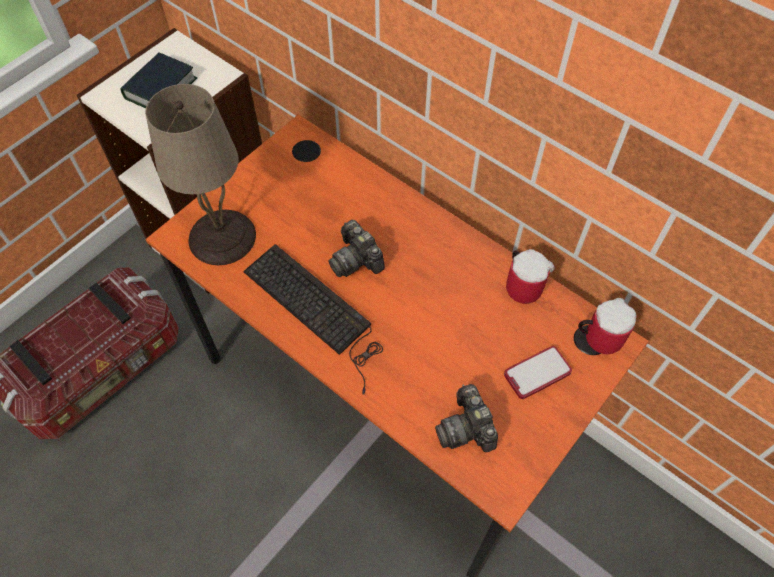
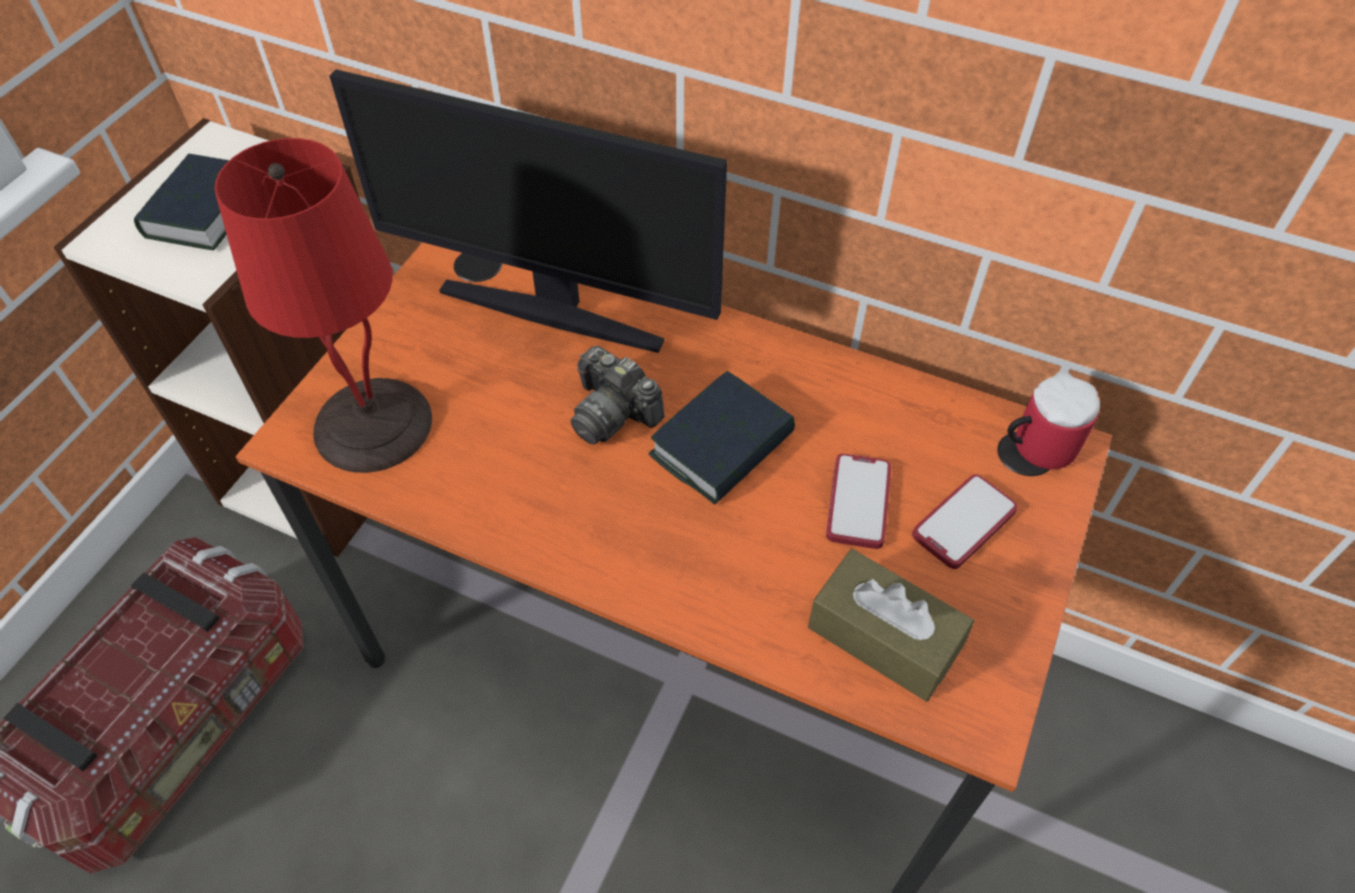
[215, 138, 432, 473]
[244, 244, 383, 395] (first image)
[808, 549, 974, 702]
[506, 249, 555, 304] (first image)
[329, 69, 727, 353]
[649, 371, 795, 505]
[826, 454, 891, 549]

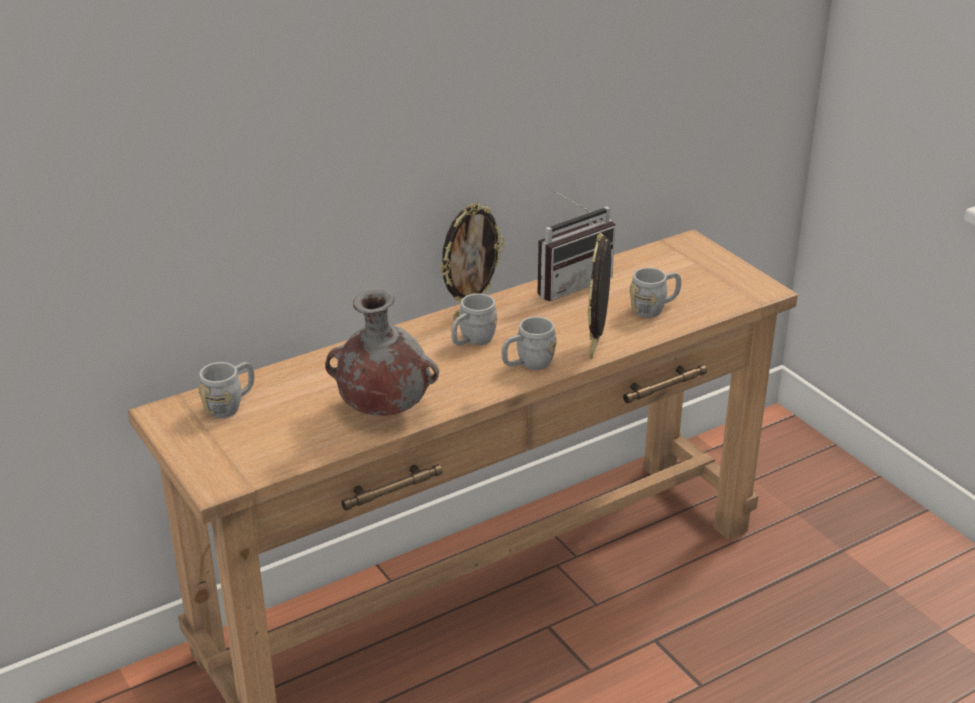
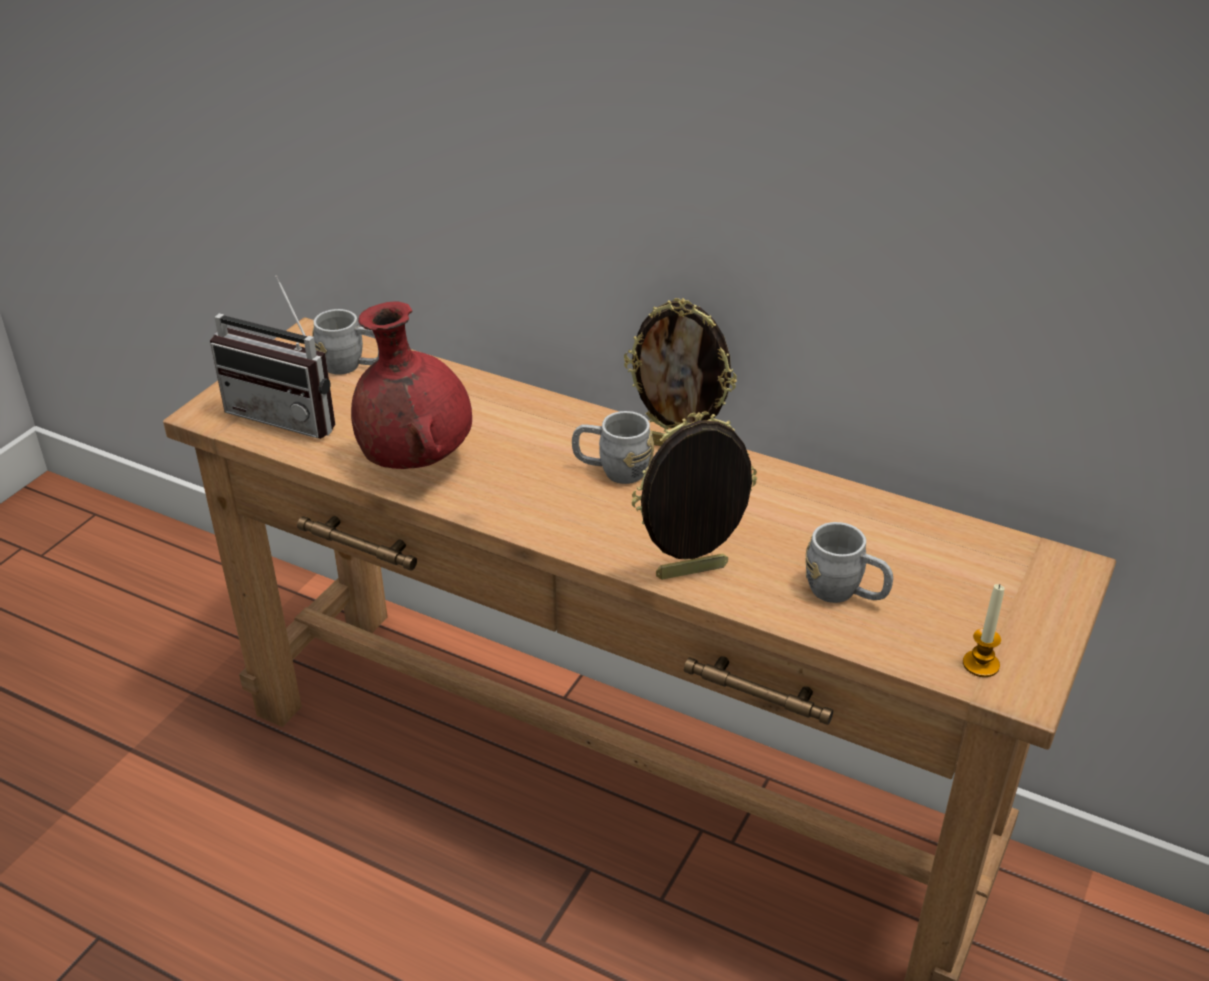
[351, 301, 472, 469]
[502, 317, 557, 370] (first image)
[210, 275, 335, 439]
[963, 584, 1004, 677]

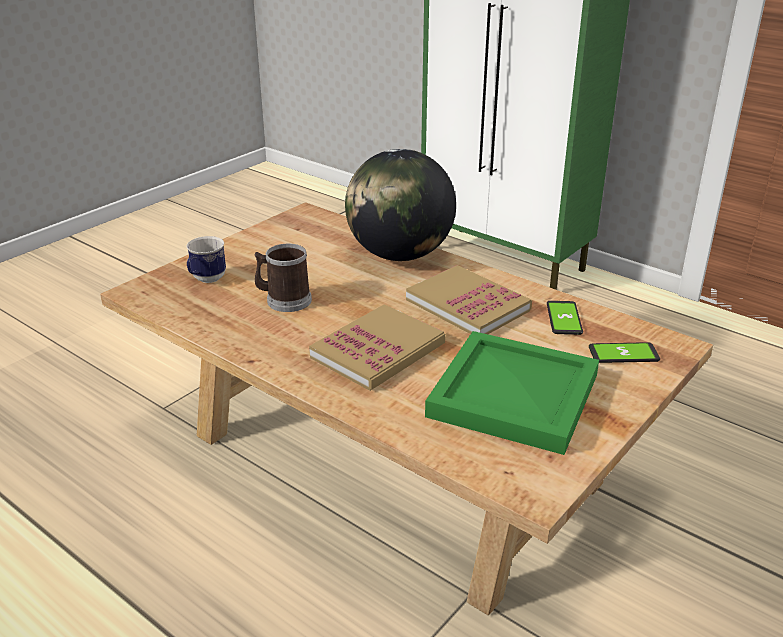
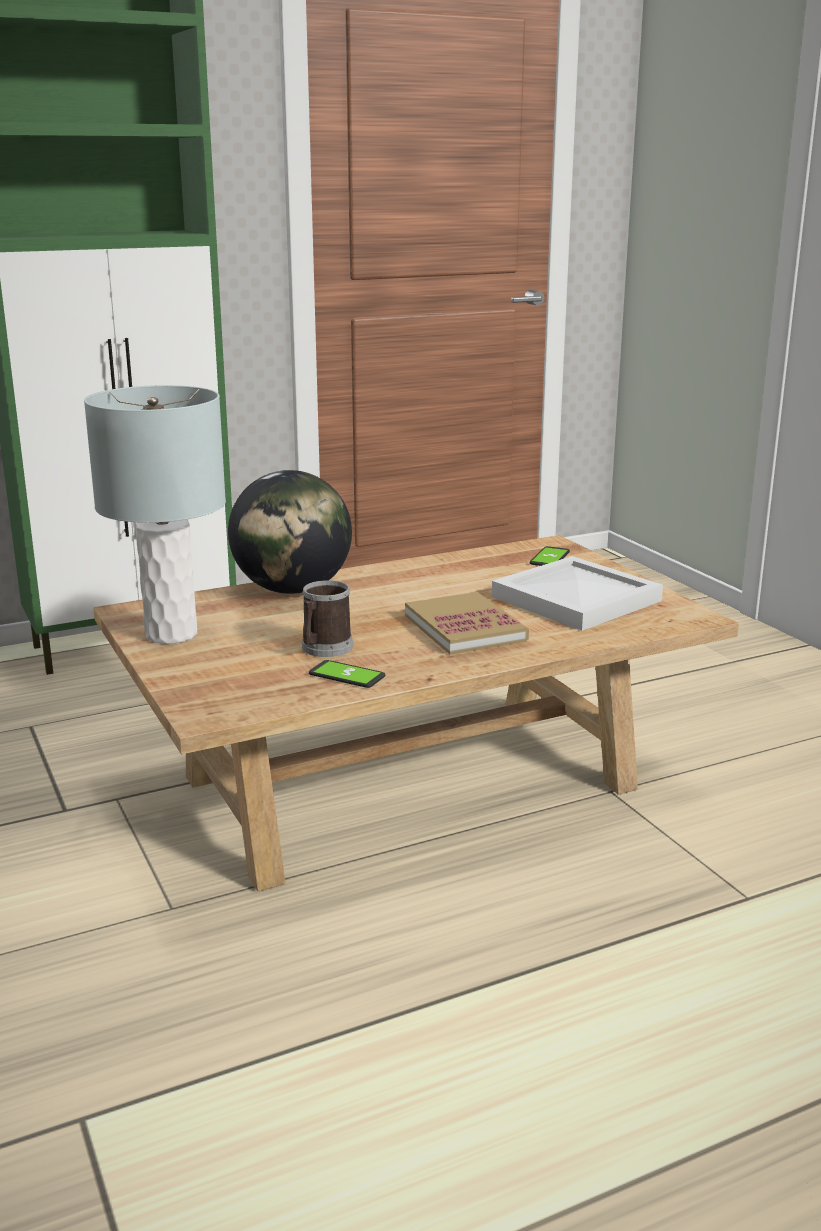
[186, 236, 226, 283] (first image)
[406, 265, 532, 334] (first image)
[492, 556, 663, 631]
[309, 660, 385, 688]
[84, 385, 226, 644]

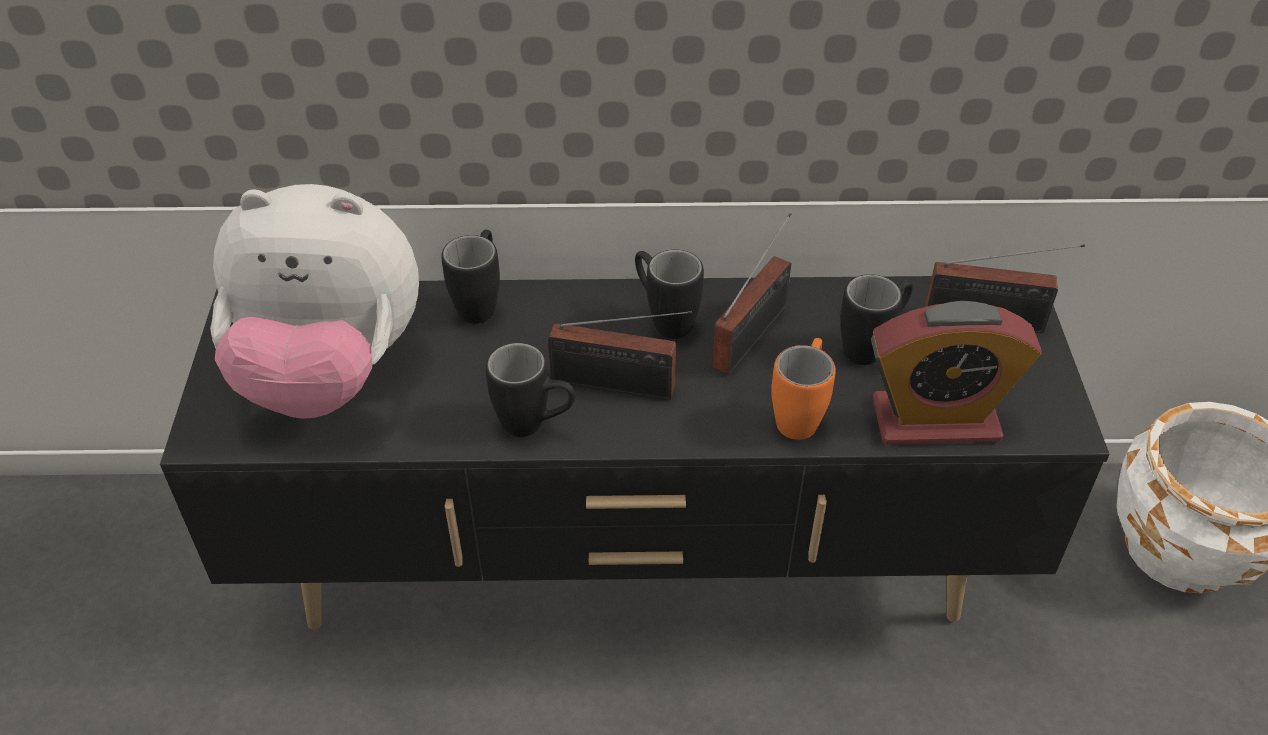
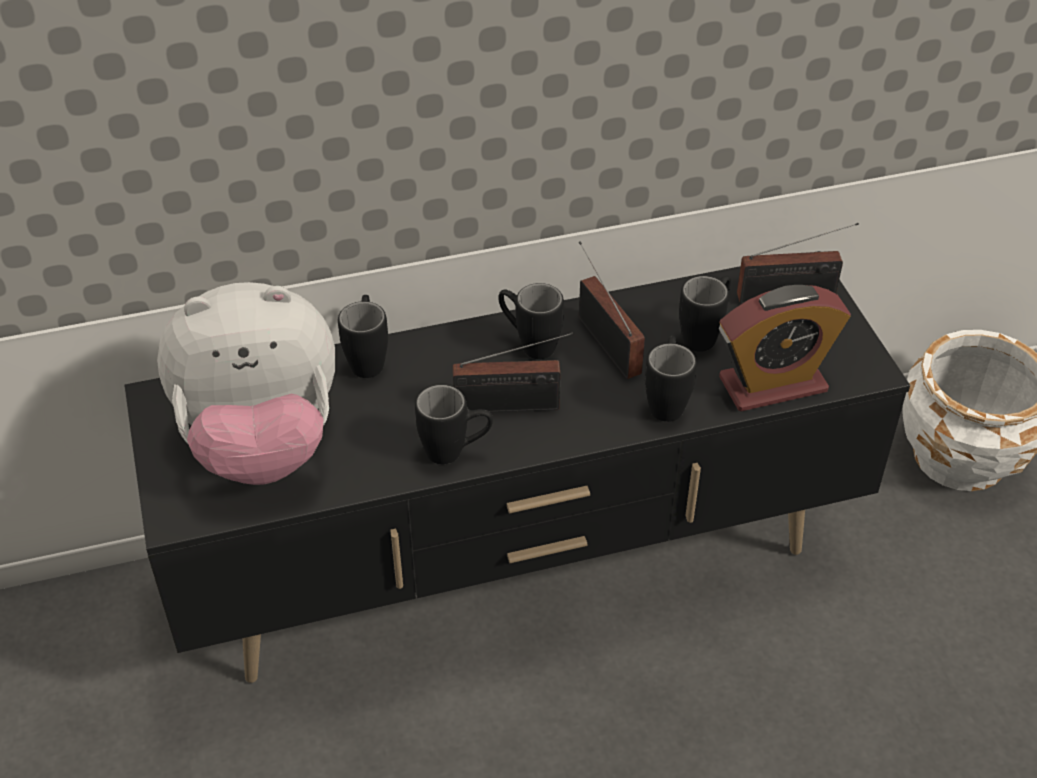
[579, 242, 645, 379]
[645, 336, 697, 422]

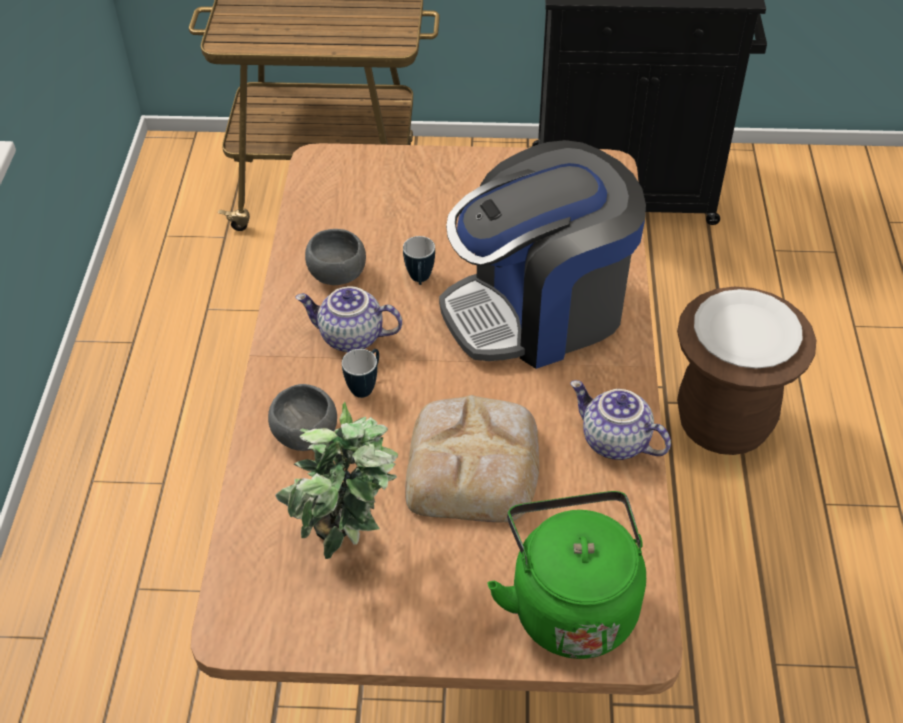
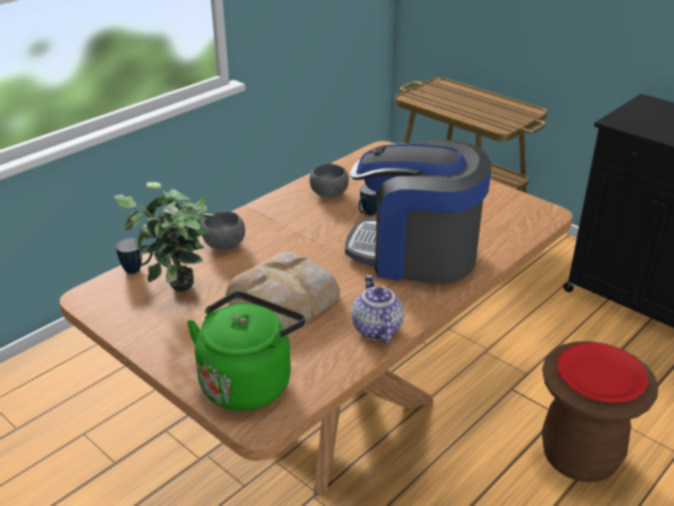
[295, 286, 402, 352] (first image)
[116, 238, 152, 274]
[558, 343, 648, 403]

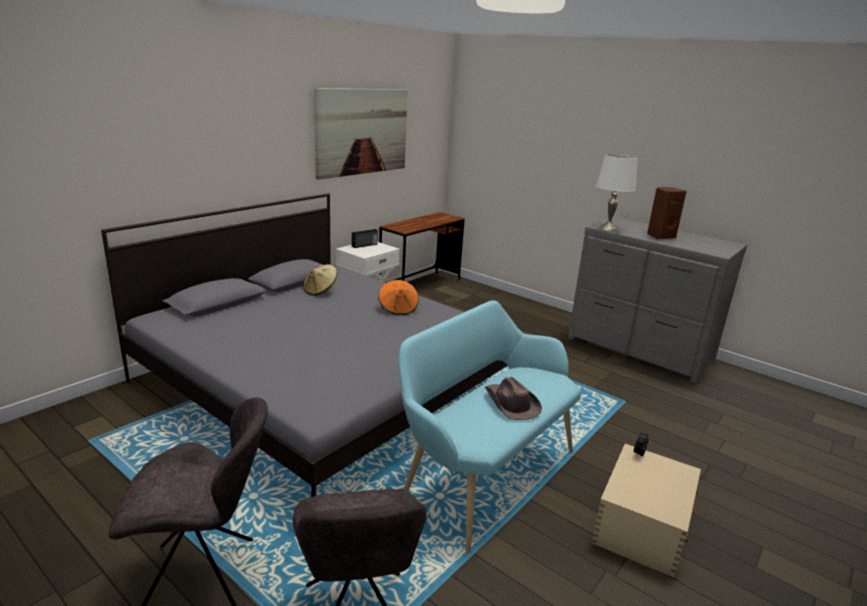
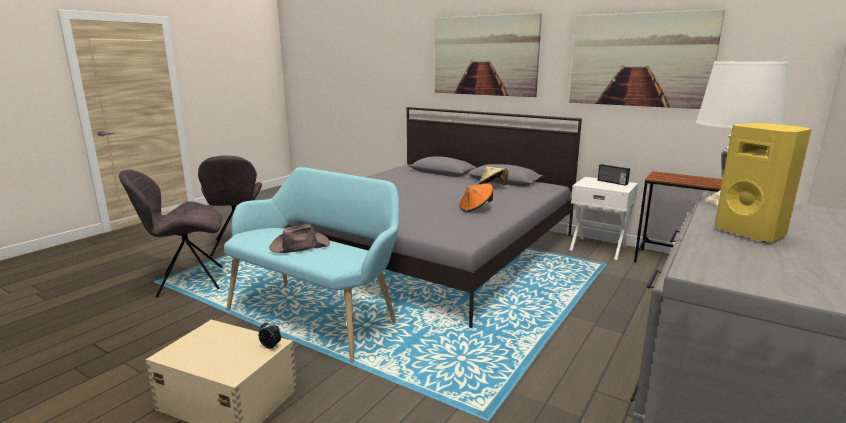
[715, 123, 812, 242]
[435, 13, 542, 97]

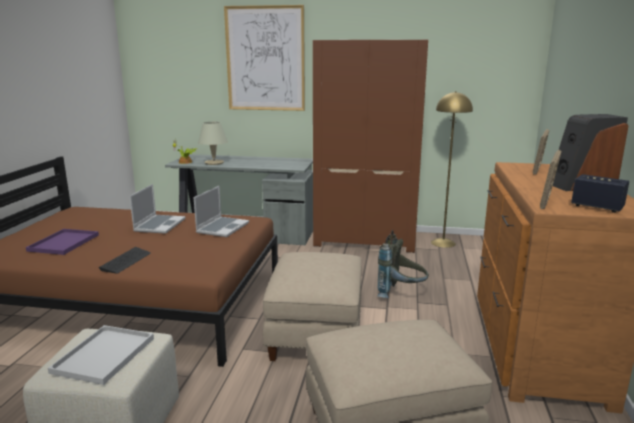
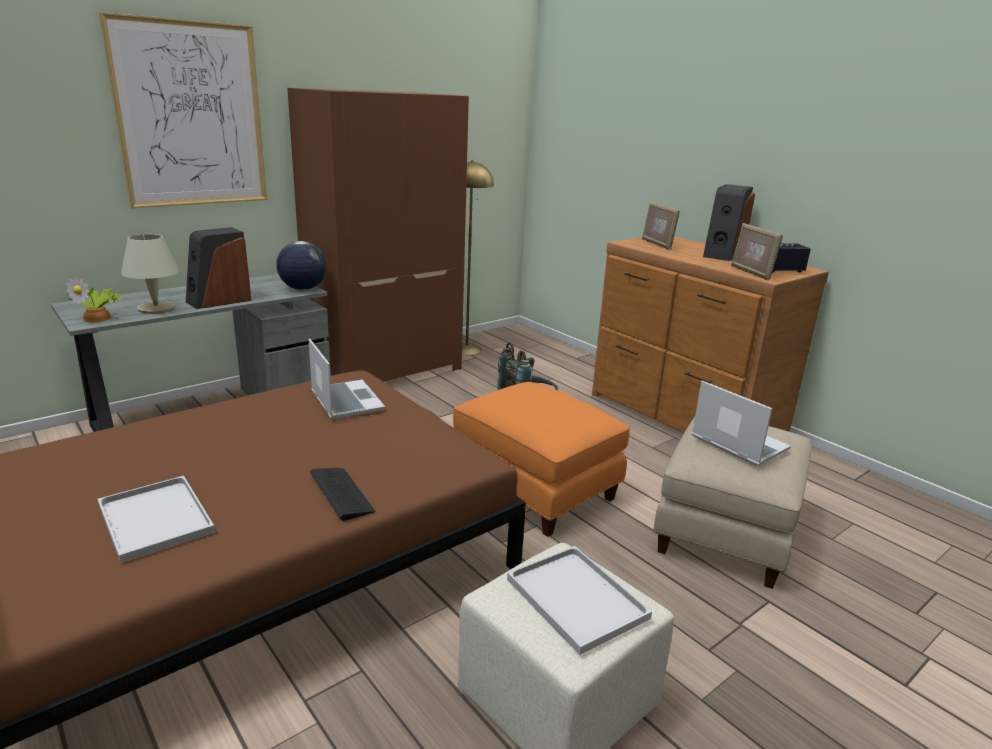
[98, 476, 215, 563]
[692, 381, 791, 466]
[453, 382, 630, 537]
[186, 227, 252, 309]
[276, 241, 327, 290]

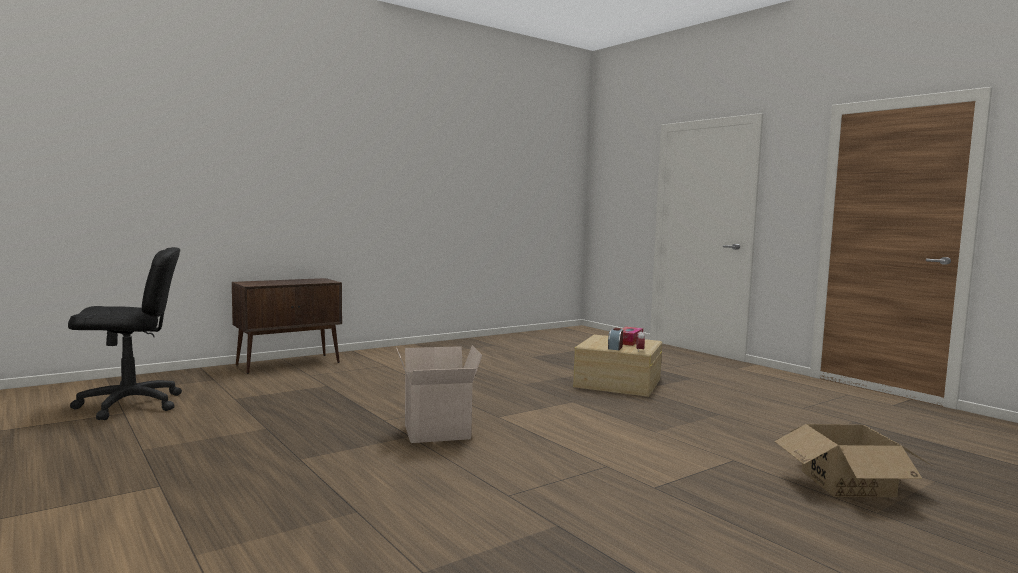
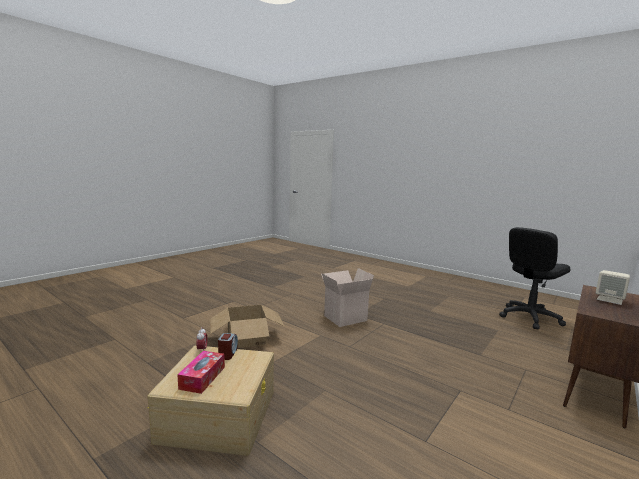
[210, 305, 284, 348]
[596, 270, 630, 305]

